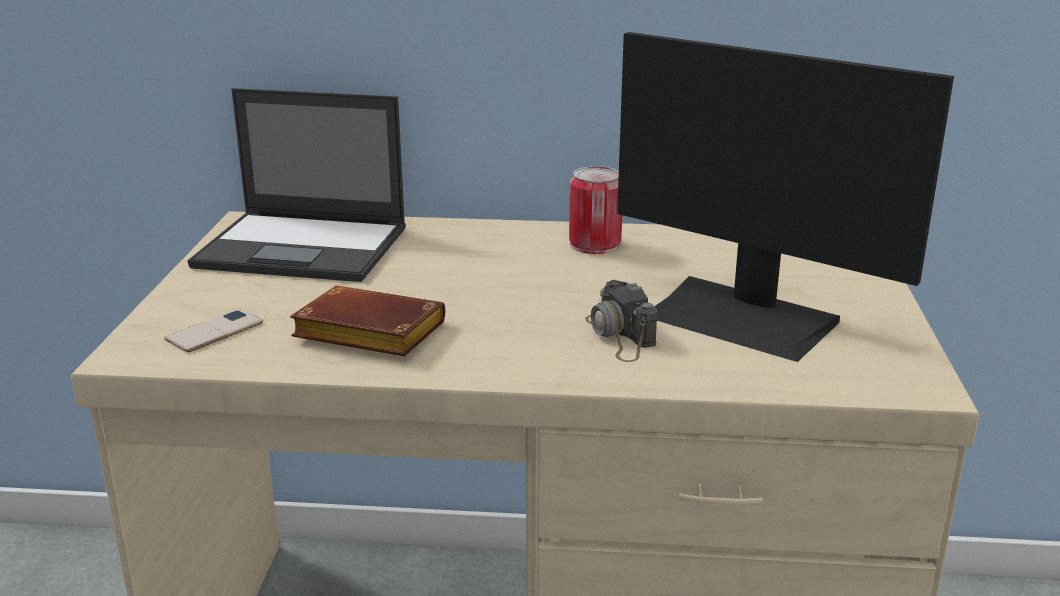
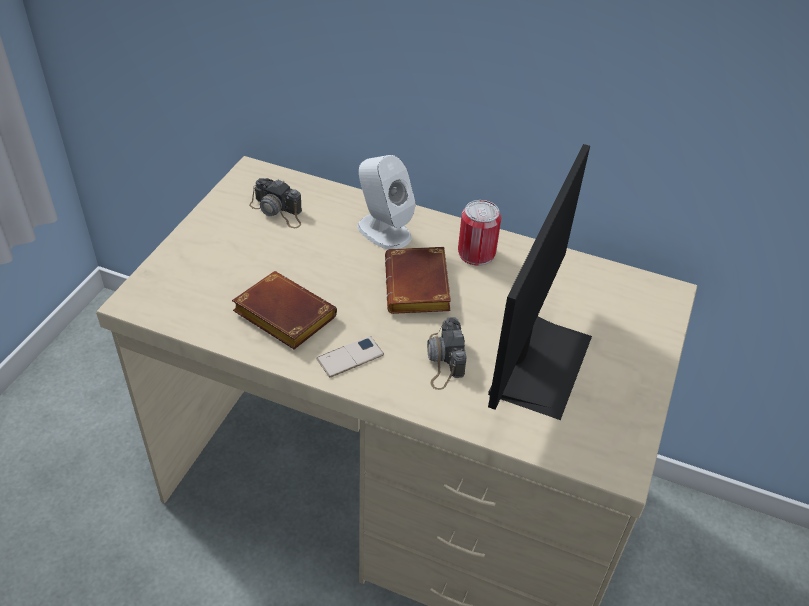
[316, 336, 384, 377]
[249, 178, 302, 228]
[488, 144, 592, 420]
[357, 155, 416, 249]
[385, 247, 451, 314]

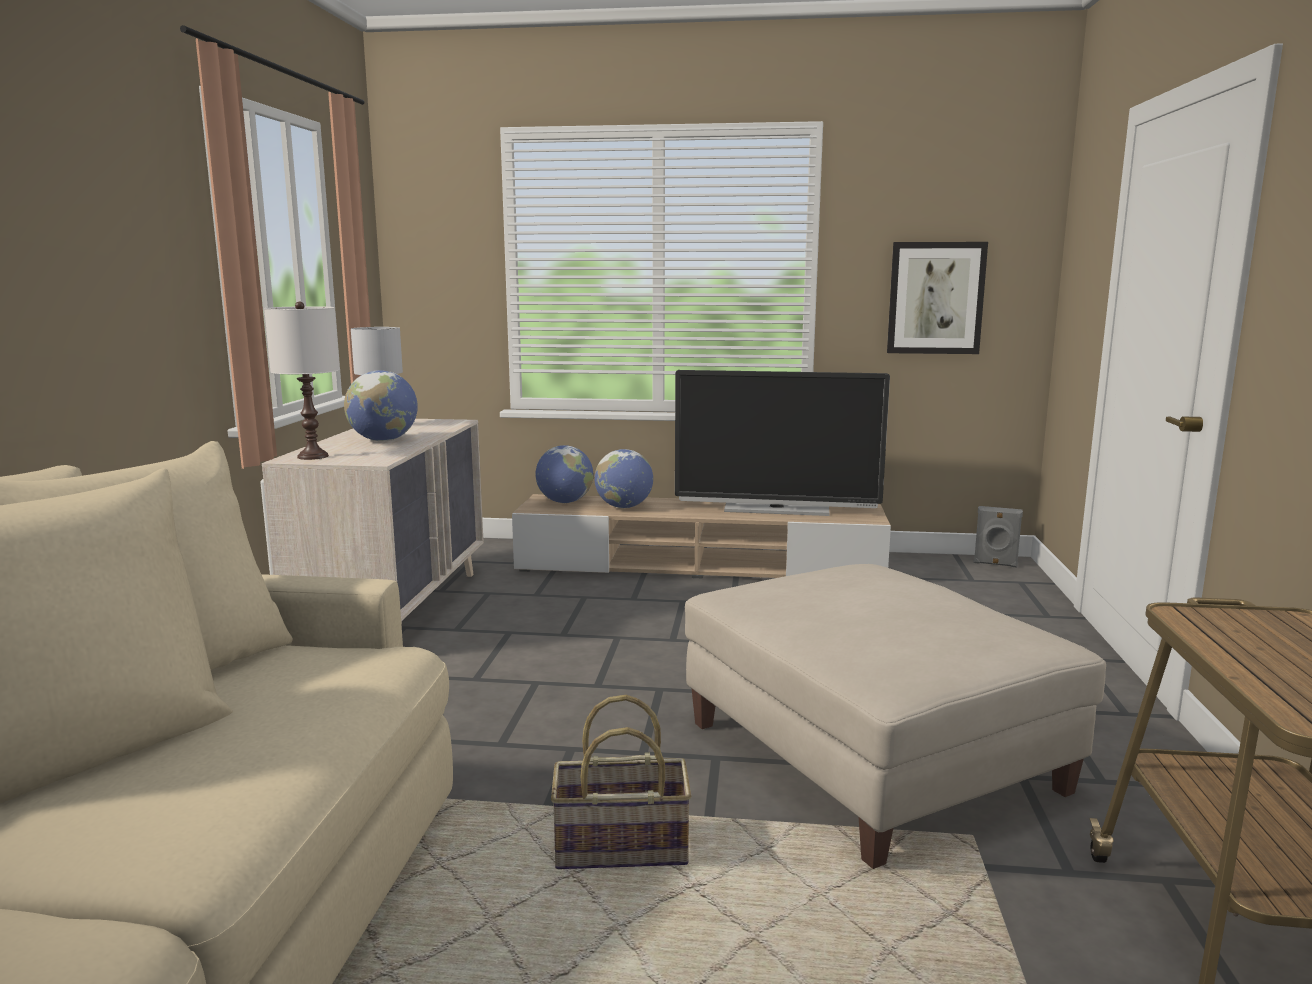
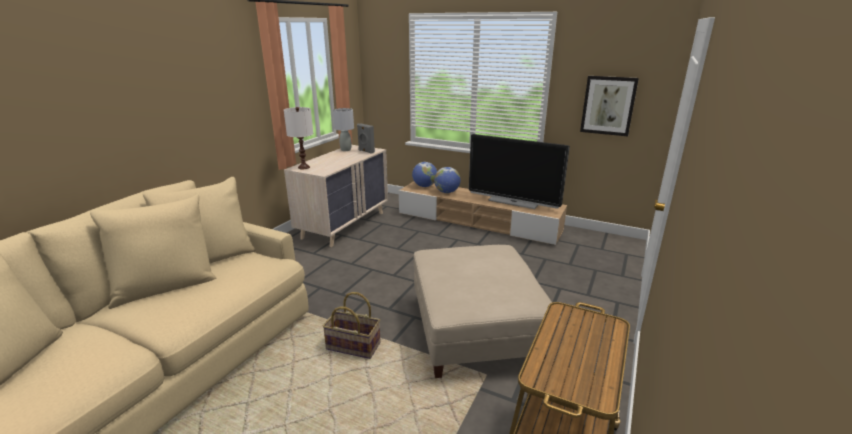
[344, 370, 418, 441] (first image)
[357, 123, 375, 154]

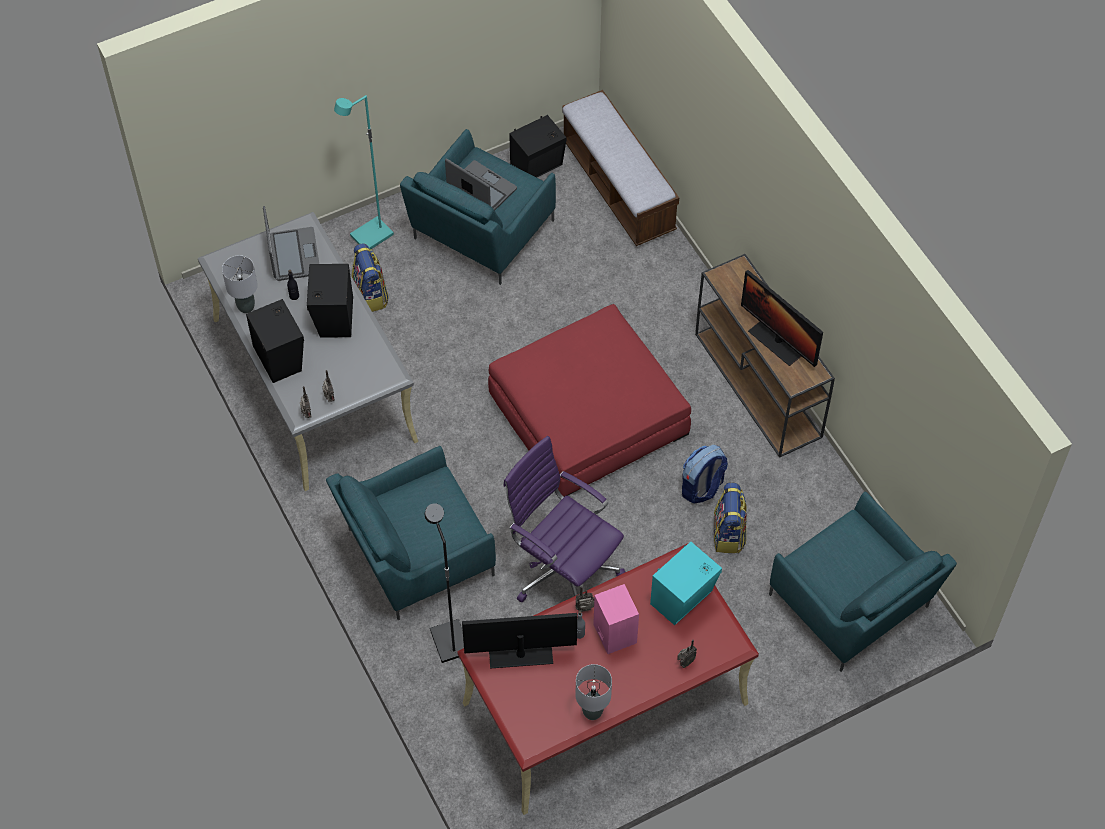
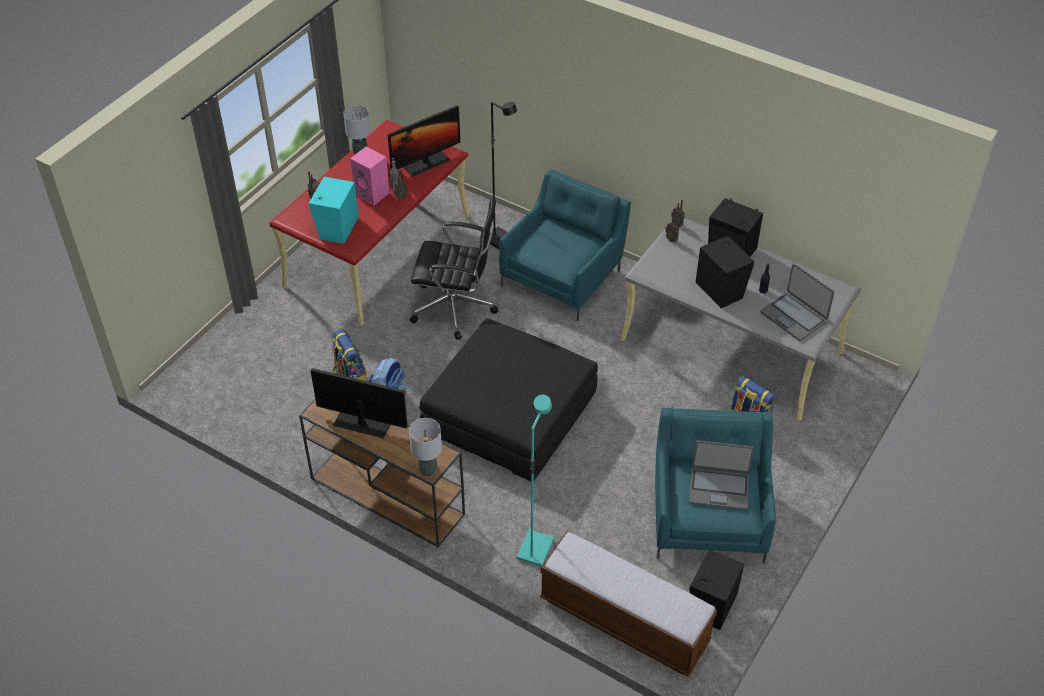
[409, 418, 442, 476]
[517, 395, 554, 567]
[420, 318, 598, 481]
[410, 195, 498, 340]
[769, 492, 957, 672] (first image)

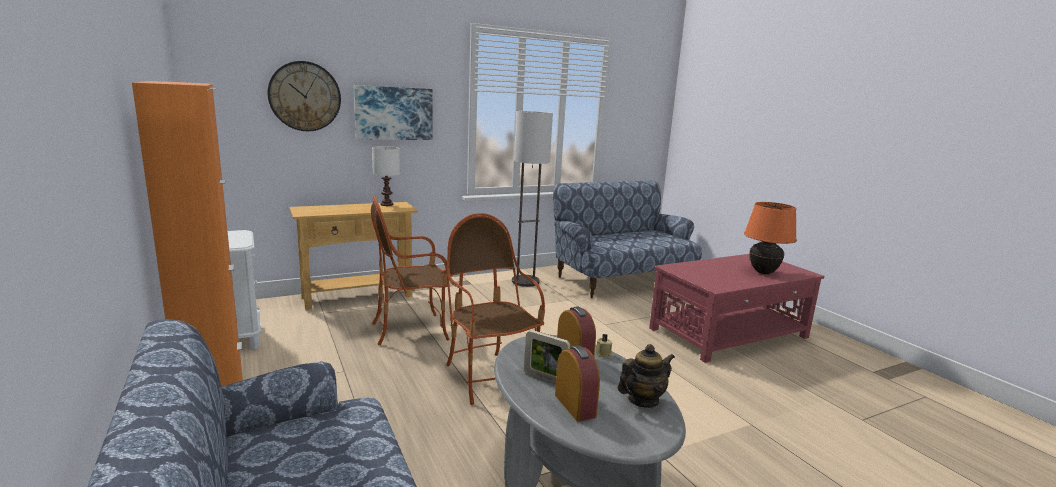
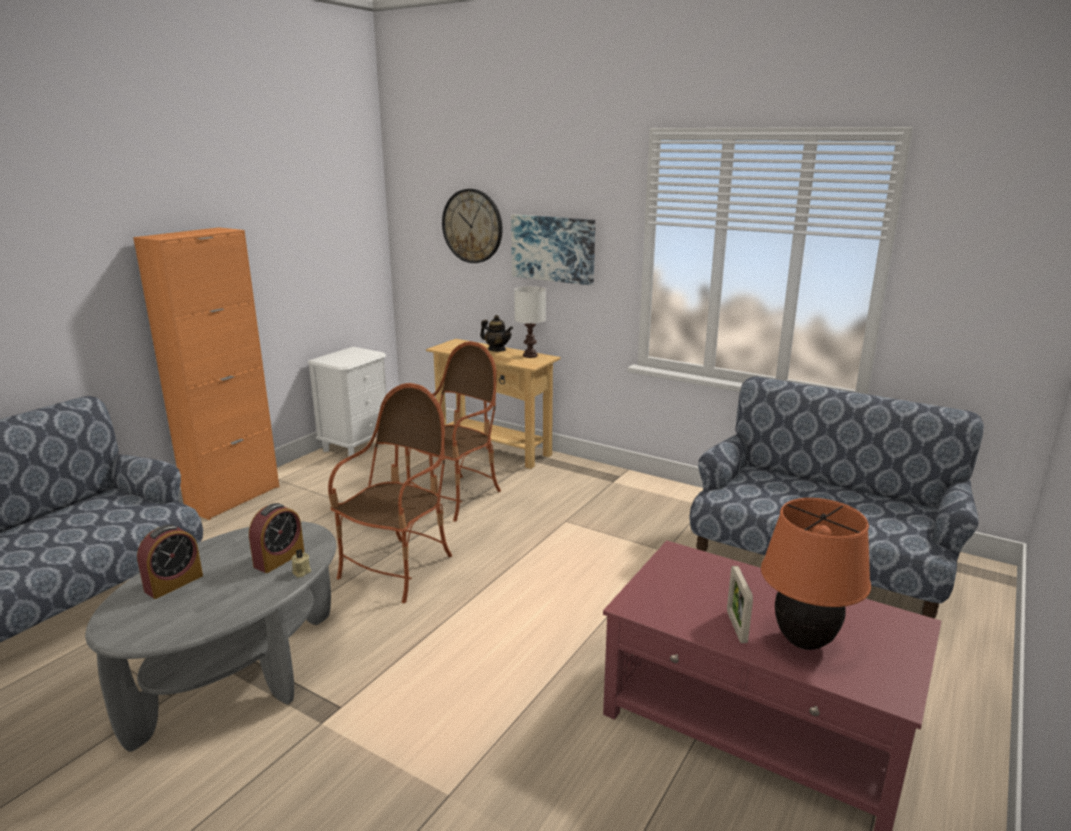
[405, 341, 501, 522]
[512, 111, 553, 287] (first image)
[727, 566, 753, 643]
[480, 315, 513, 352]

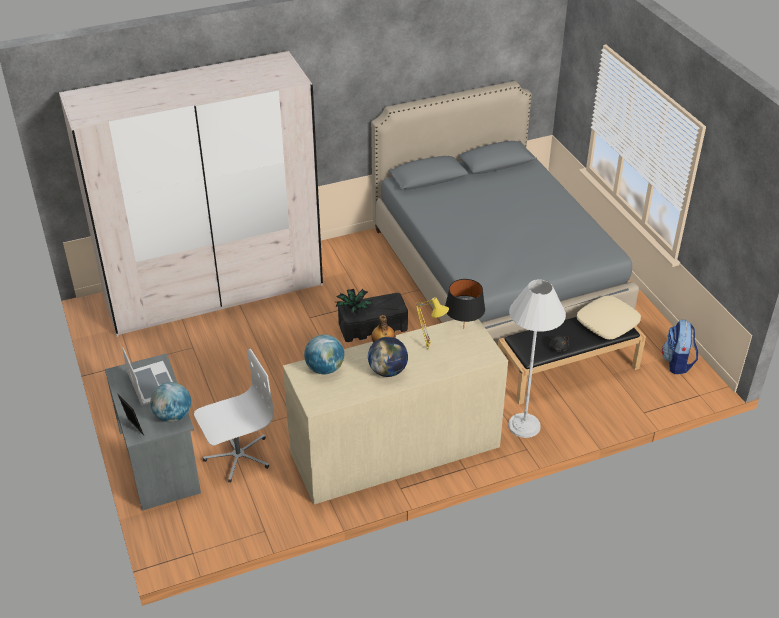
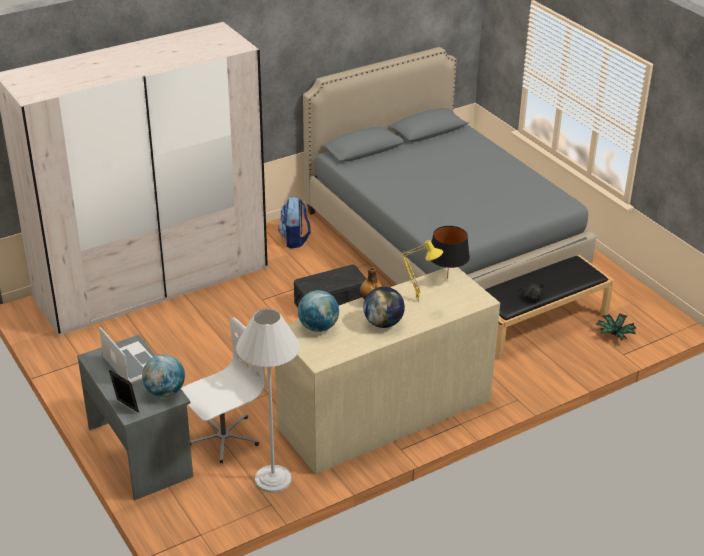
[596, 314, 636, 341]
[236, 308, 300, 493]
[577, 296, 641, 339] (first image)
[278, 196, 311, 248]

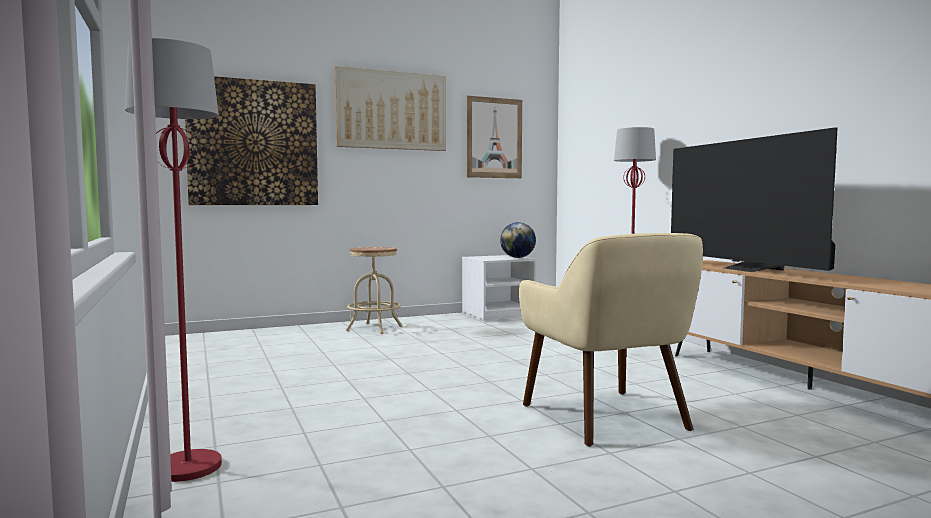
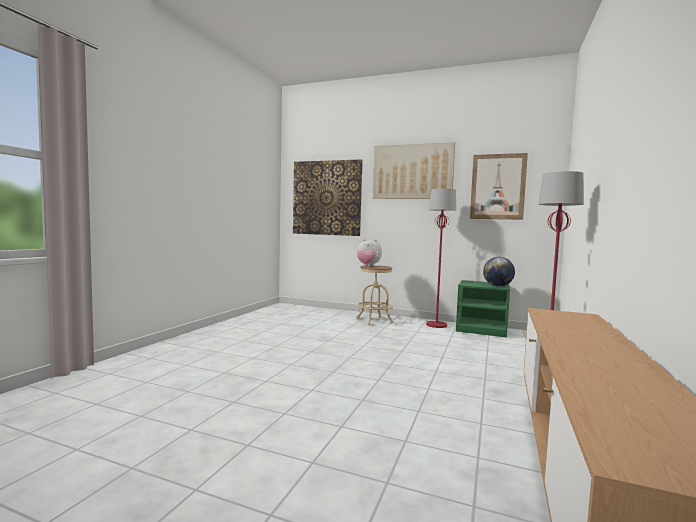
[426, 189, 456, 328]
[456, 280, 510, 338]
[519, 233, 703, 447] (first image)
[671, 127, 838, 272] (first image)
[357, 239, 382, 266]

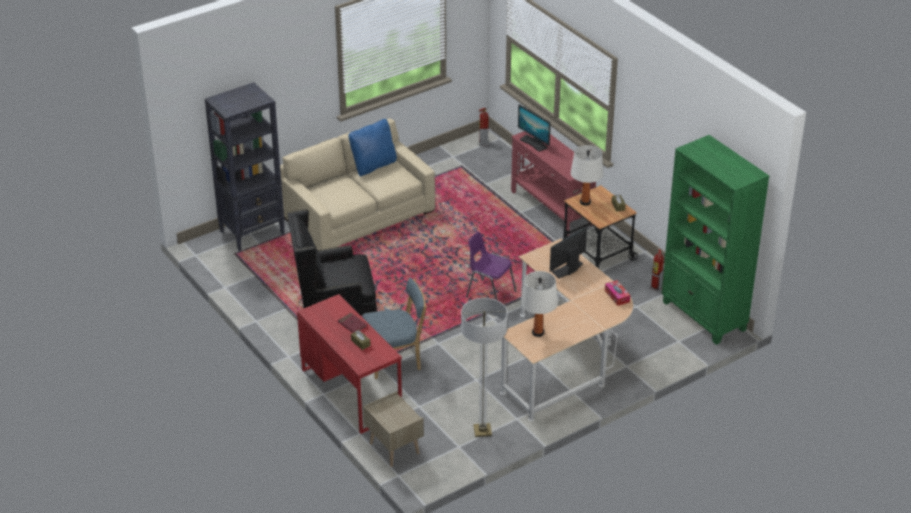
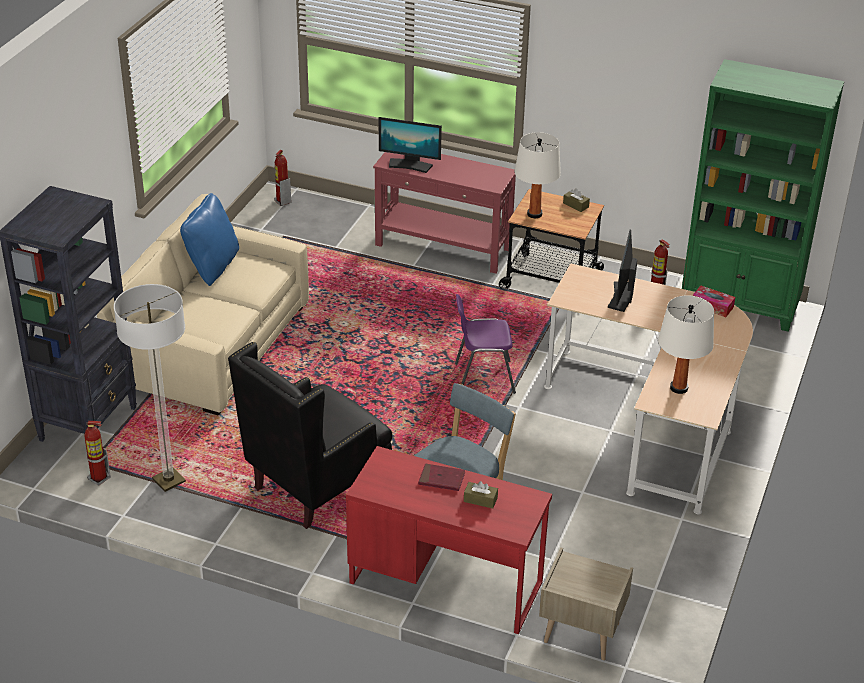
[114, 284, 186, 492]
[84, 421, 111, 486]

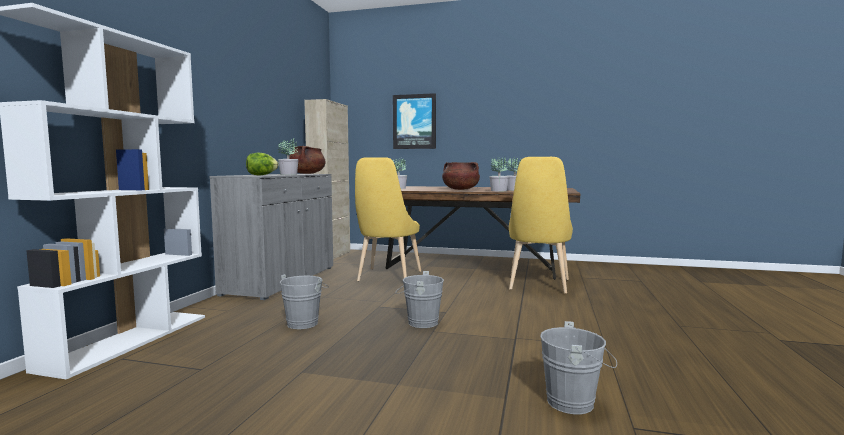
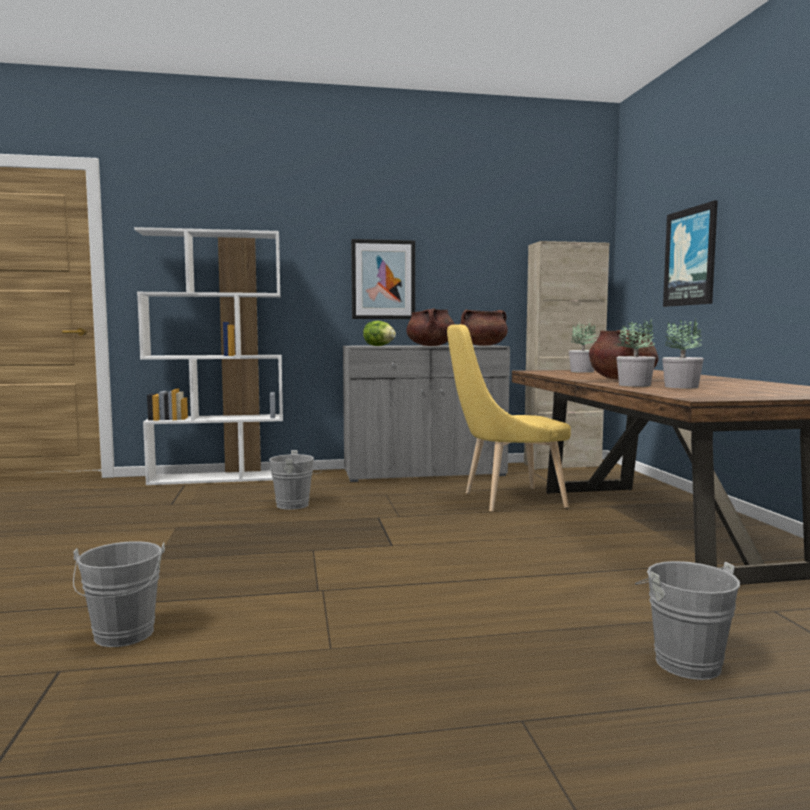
[406, 308, 455, 346]
[635, 561, 740, 680]
[509, 157, 573, 294] (first image)
[351, 239, 415, 319]

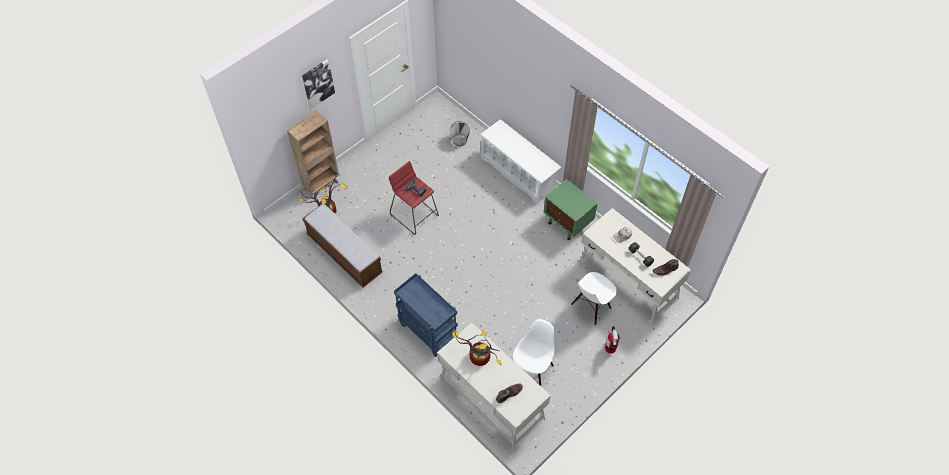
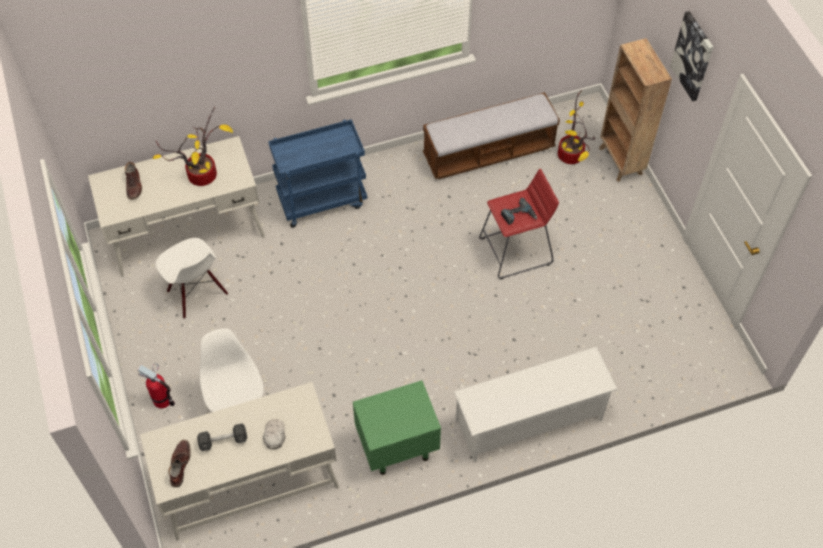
[450, 121, 470, 147] (first image)

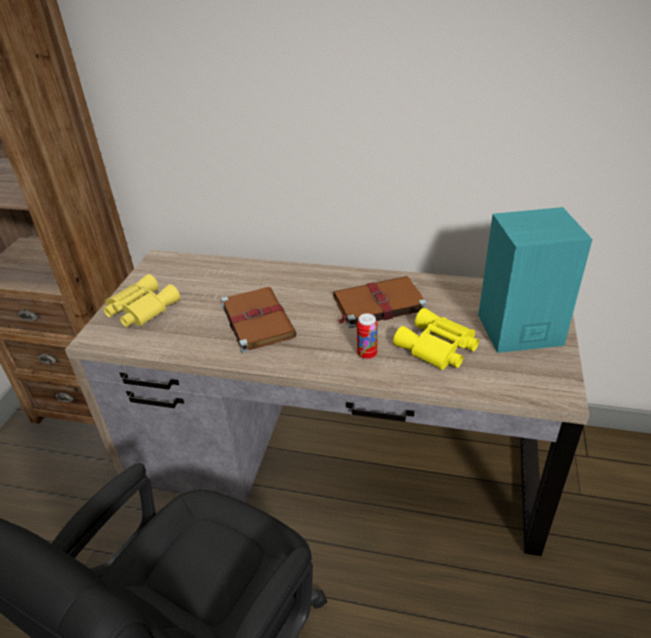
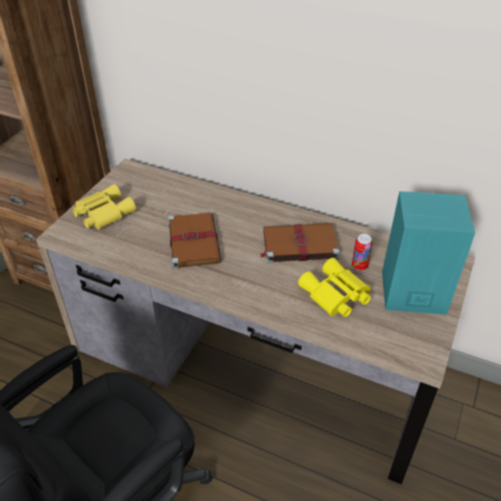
[352, 234, 372, 271]

